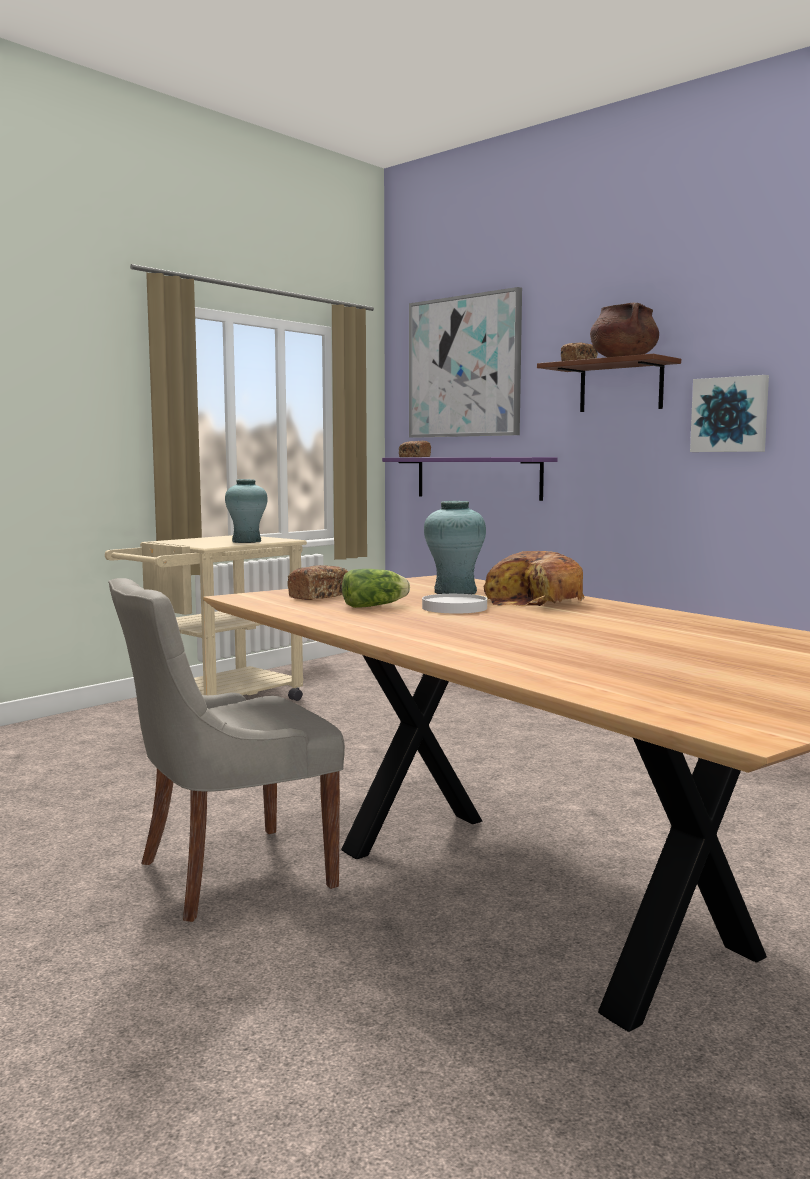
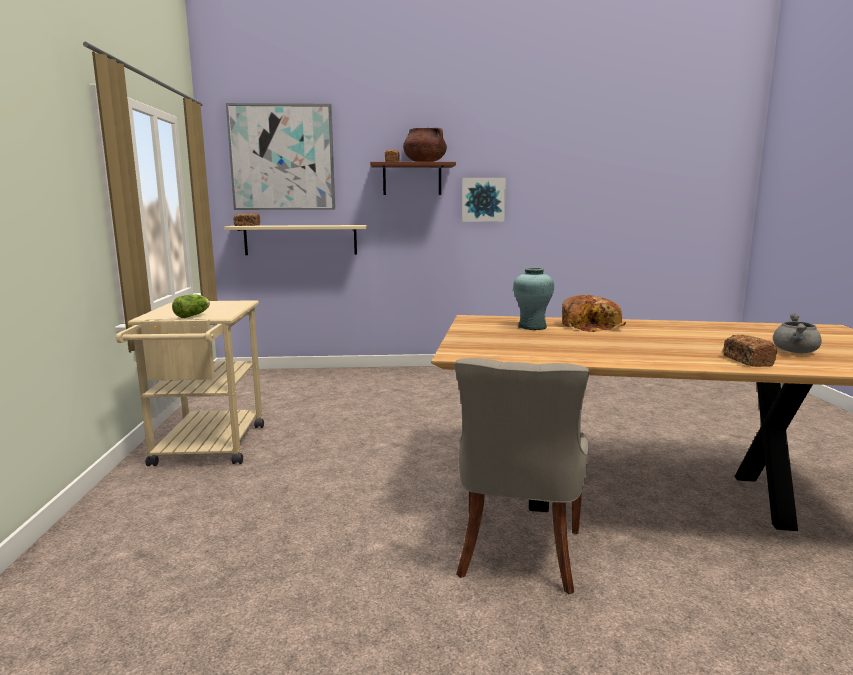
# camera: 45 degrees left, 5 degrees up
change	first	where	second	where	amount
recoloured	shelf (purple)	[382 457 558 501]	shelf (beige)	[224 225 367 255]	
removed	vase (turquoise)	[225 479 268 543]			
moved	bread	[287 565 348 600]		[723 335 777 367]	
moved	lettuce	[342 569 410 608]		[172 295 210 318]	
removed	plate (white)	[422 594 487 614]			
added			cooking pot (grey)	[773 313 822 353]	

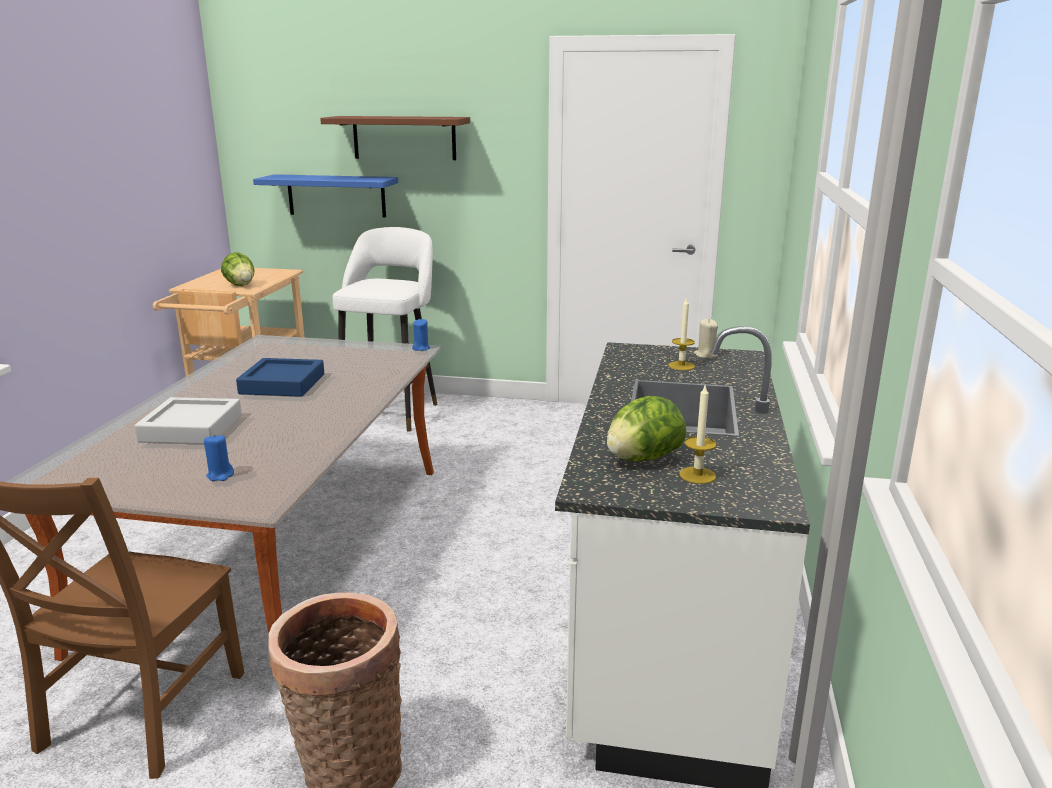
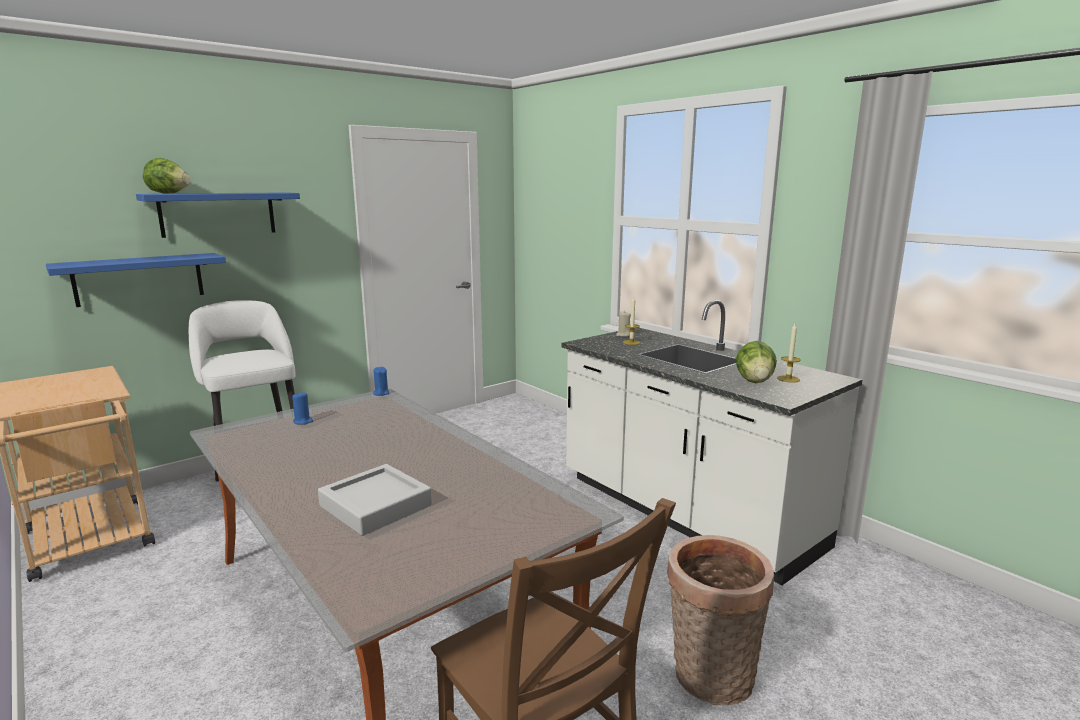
# camera: 50 degrees left, 5 degrees down
change	first	where	second	where	amount
recoloured	shelf (brown)	[320 116 470 160]	shelf (blue)	[136 192 300 238]	
moved	lettuce	[221 252 254 286]		[143 158 190 194]	
removed	tray (blue)	[236 358 324 397]			
moved	candle (blue)	[204 434 234 481]		[292 392 313 425]	

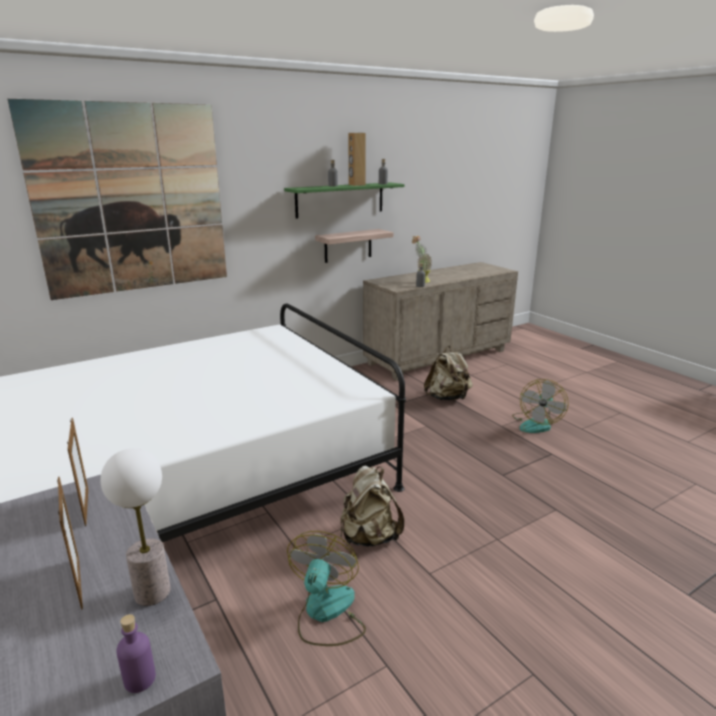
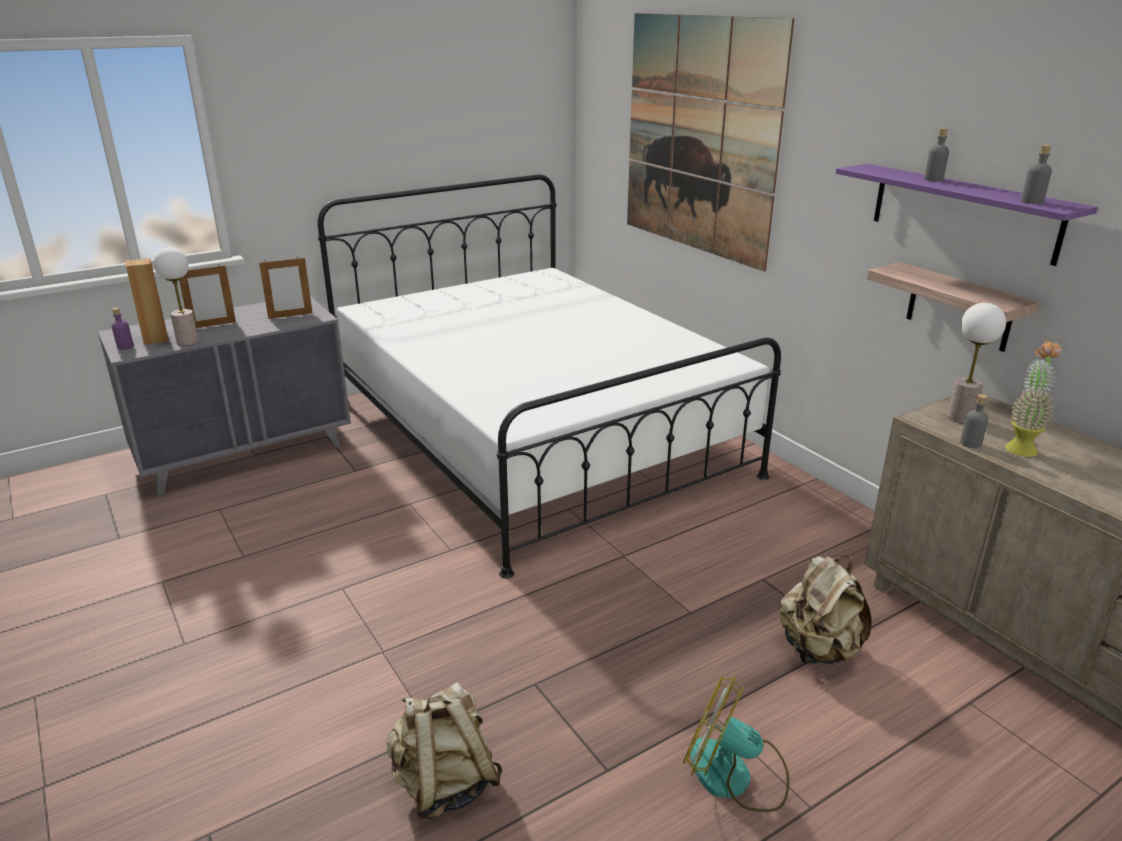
# camera: 90 degrees right, 5 degrees up
change	first	where	second	where	amount
moved	speaker (brown)	[348 133 366 186]		[126 259 168 345]	
recoloured	shelf (green)	[284 183 404 218]	shelf (purple)	[836 164 1098 266]	
moved	backpack (beige)	[340 466 404 547]		[386 682 503 819]	
removed	fan	[287 531 366 646]			
added			table lamp	[947 303 1006 423]	

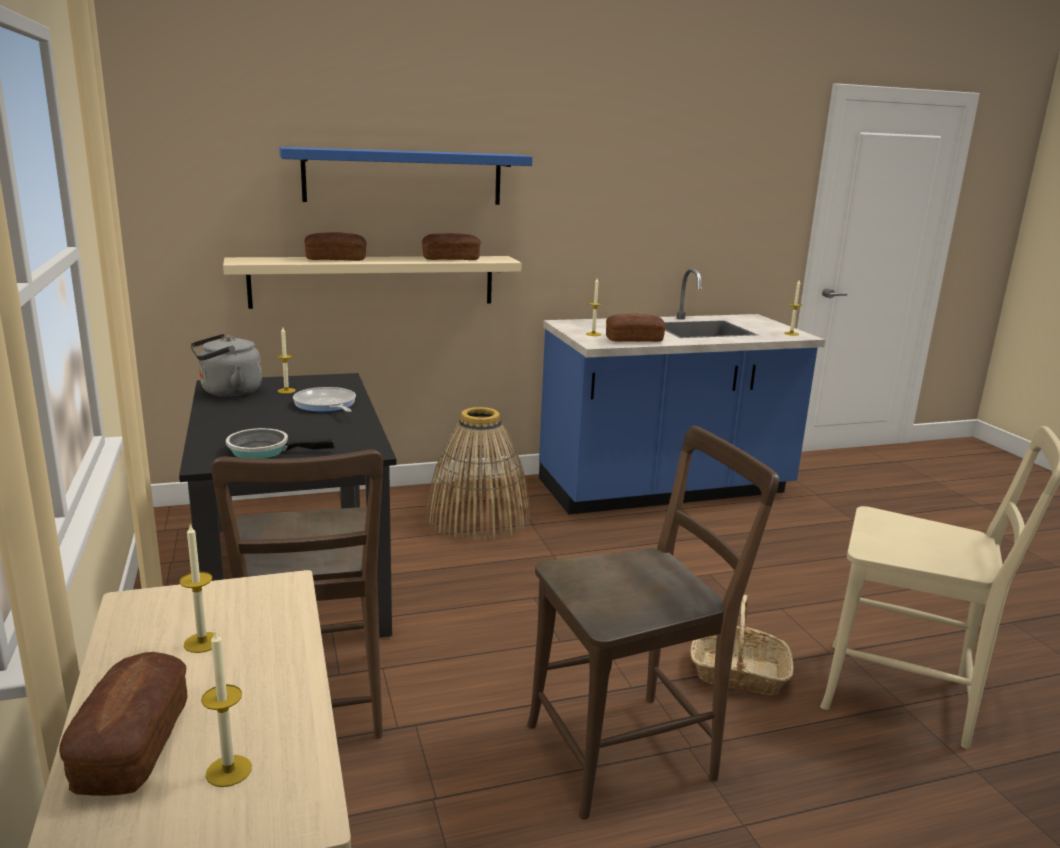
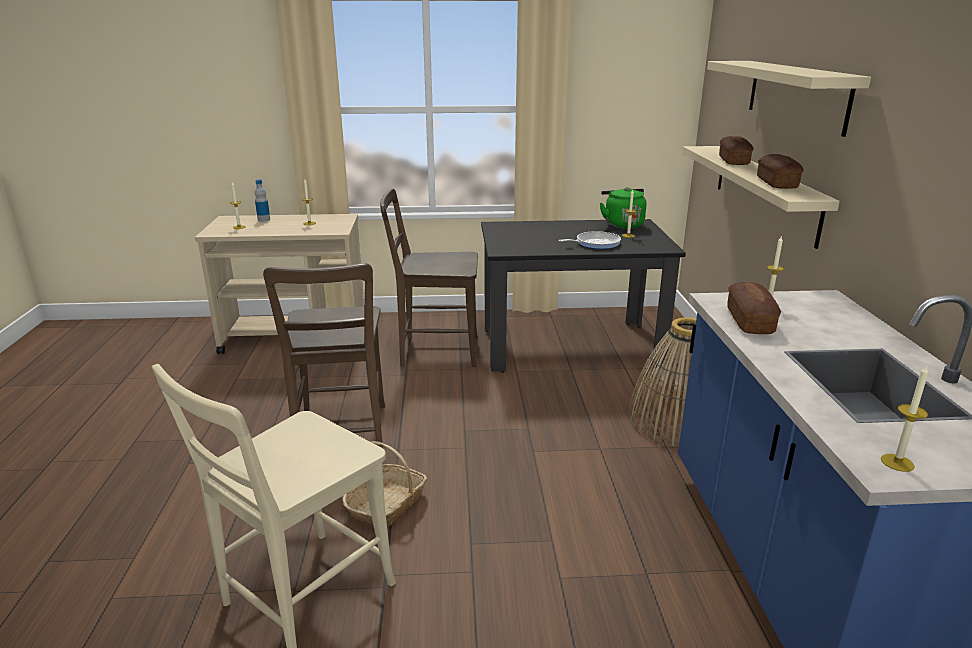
# camera: 105 degrees right, 5 degrees up
change	first	where	second	where	amount
recoloured	shelf (blue)	[279 147 533 205]	shelf (beige)	[707 61 871 137]	
recoloured	kettle (grey)	[190 334 262 397]	kettle (green)	[600 187 647 229]	
removed	frying pan	[226 428 335 459]			
replaced	bread	[59 652 187 796]	bottle	[255 179 270 222]	

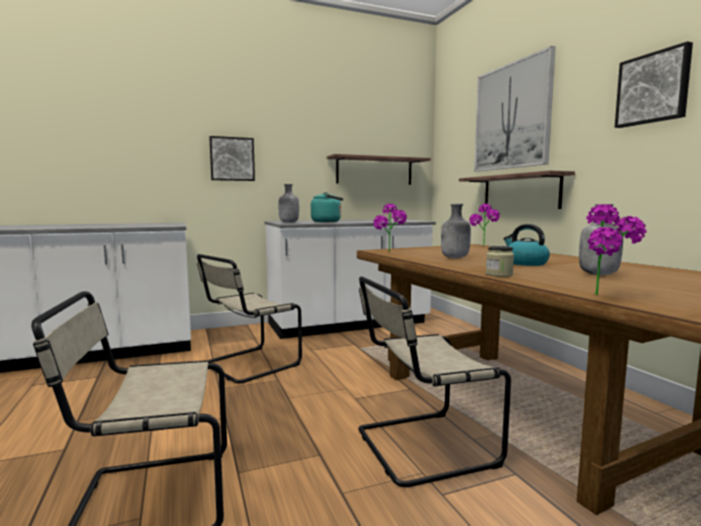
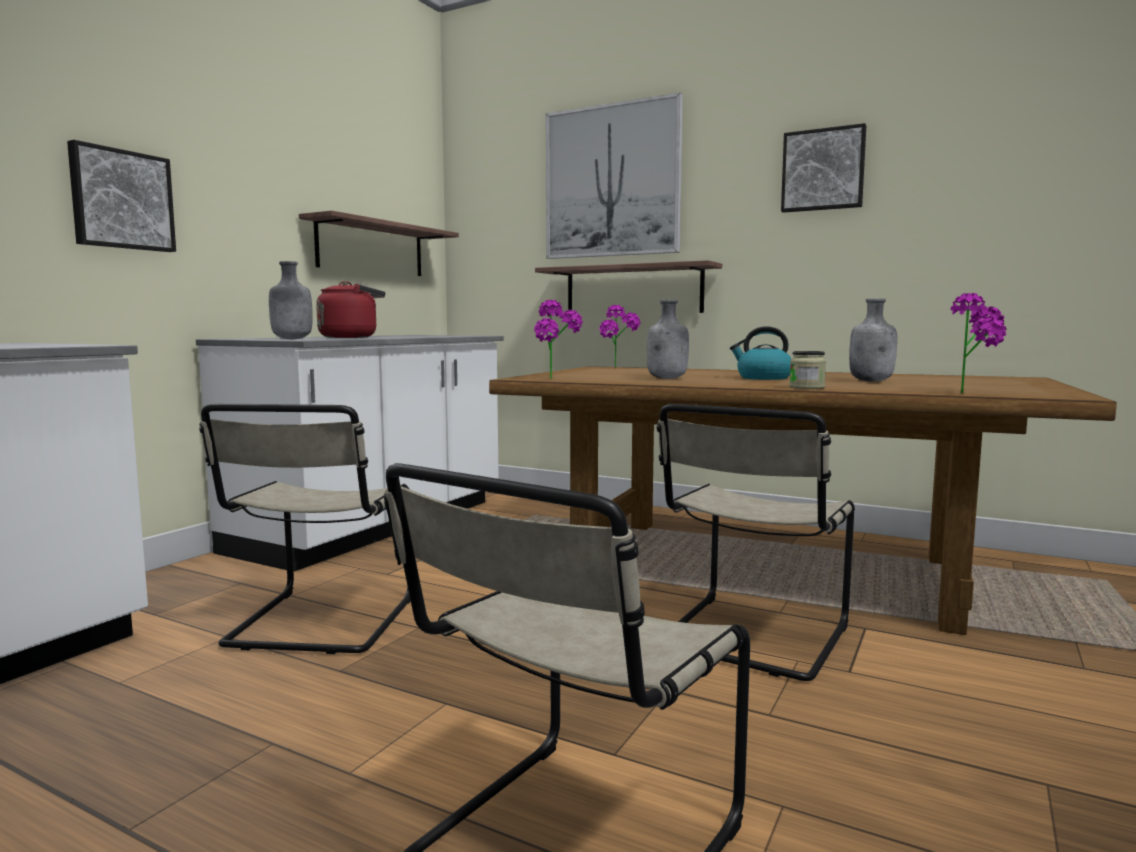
# camera: 40 degrees left, 0 degrees up
change	first	where	second	where	amount
recoloured	kettle (turquoise)	[311 192 344 222]	kettle (red)	[316 281 385 338]	

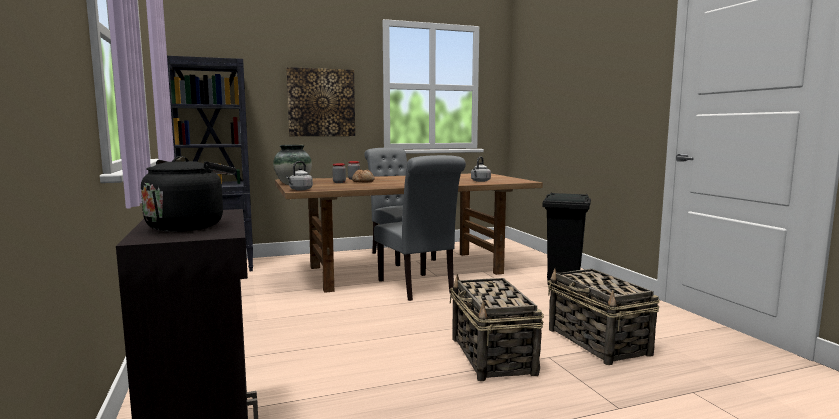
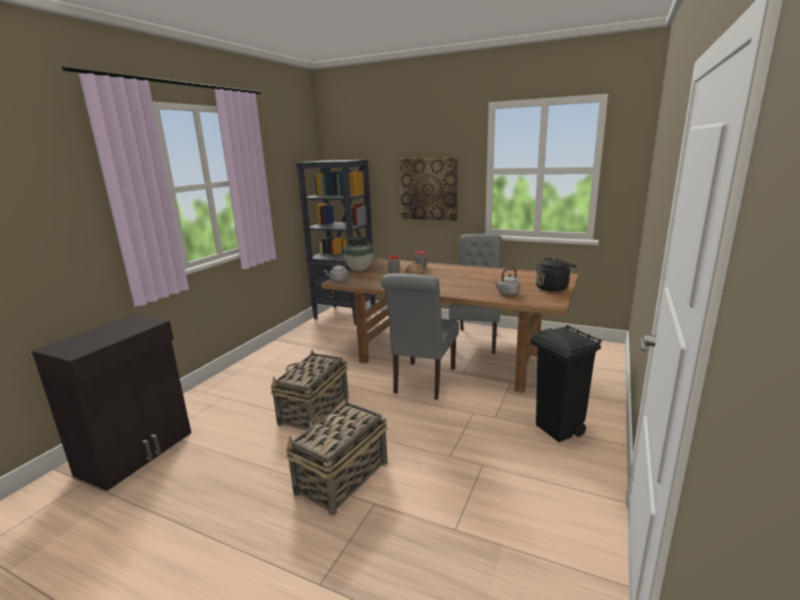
# camera: 45 degrees right, 10 degrees up
change	first	where	second	where	amount
moved	kettle (black)	[141 156 236 232]		[536 257 577 292]	
moved	basket	[548 268 660 365]		[271 350 349 430]	

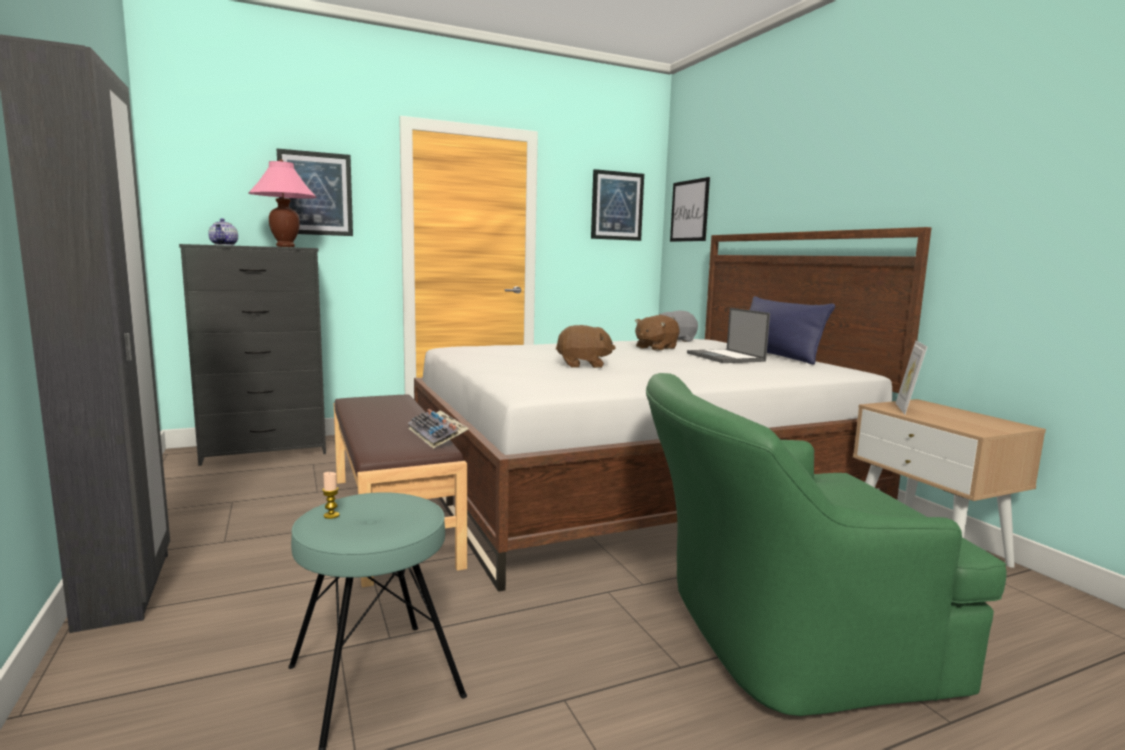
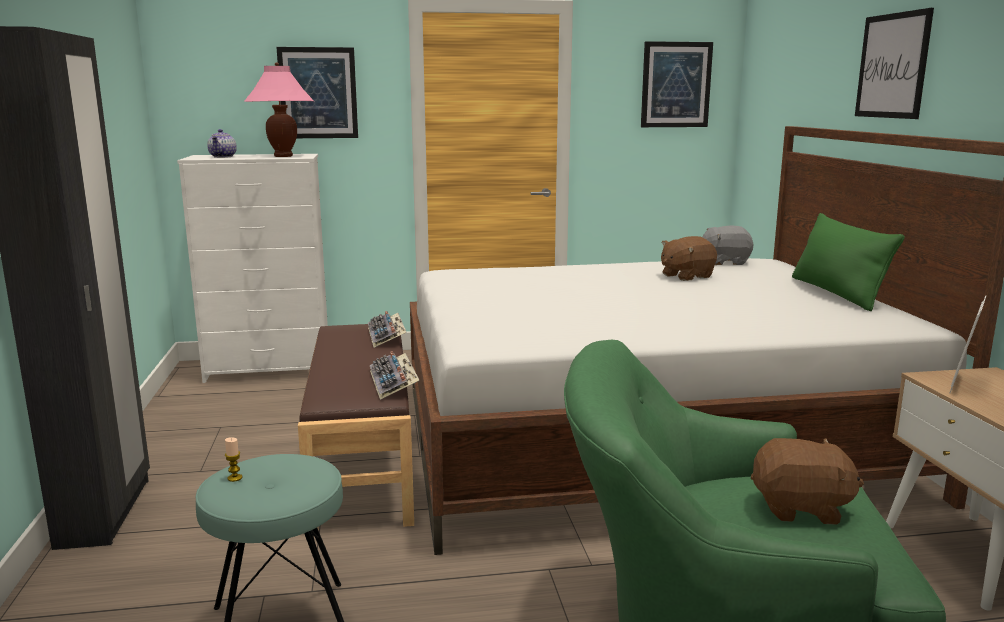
# camera: 15 degrees right, 5 degrees up
change	first	where	second	where	amount
moved	picture	[670 177 710 242]		[855 8 934 119]	
recoloured	dresser (black)	[179 244 326 466]	dresser (white)	[177 154 328 383]	
recoloured	pillow (blue)	[750 296 835 364]	pillow (green)	[792 213 905 311]	
removed	laptop	[687 308 770 363]			
moved	plush toy (brown)	[556 325 616 368]		[751 438 864 525]	
added			keyboard	[368 311 406 348]	

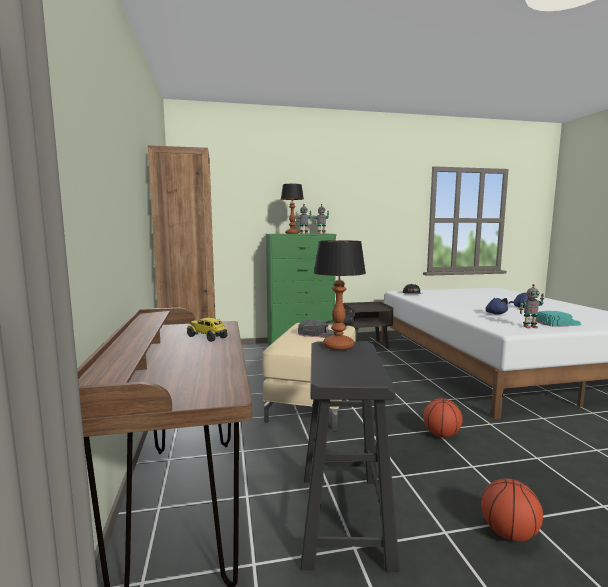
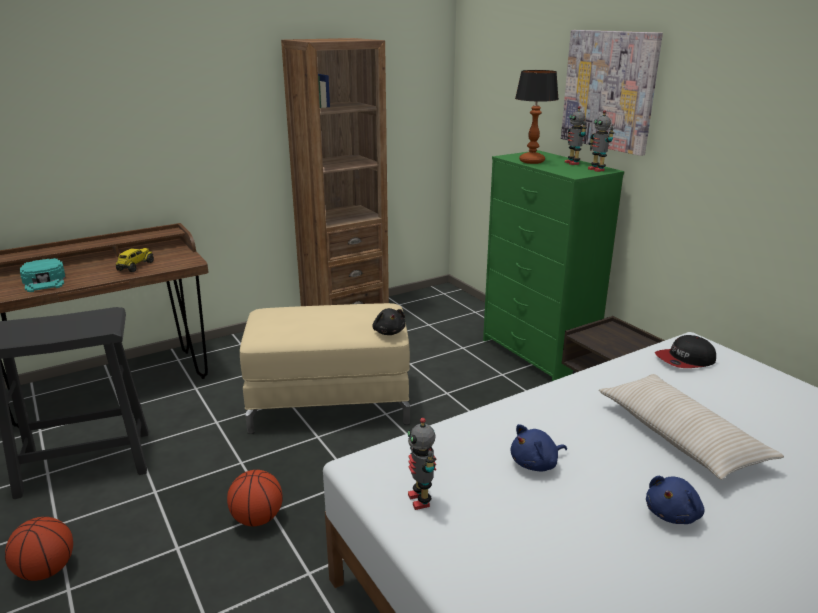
# camera: 70 degrees right, 15 degrees up
change	first	where	second	where	amount
removed	table lamp	[313 240 366 350]			
moved	cap (turquoise)	[536 311 581 327]		[20 258 66 292]	
removed	cap (black)	[298 320 335 338]			
added			picture	[561 30 663 156]	
added			pillow (beige)	[599 374 784 480]	

